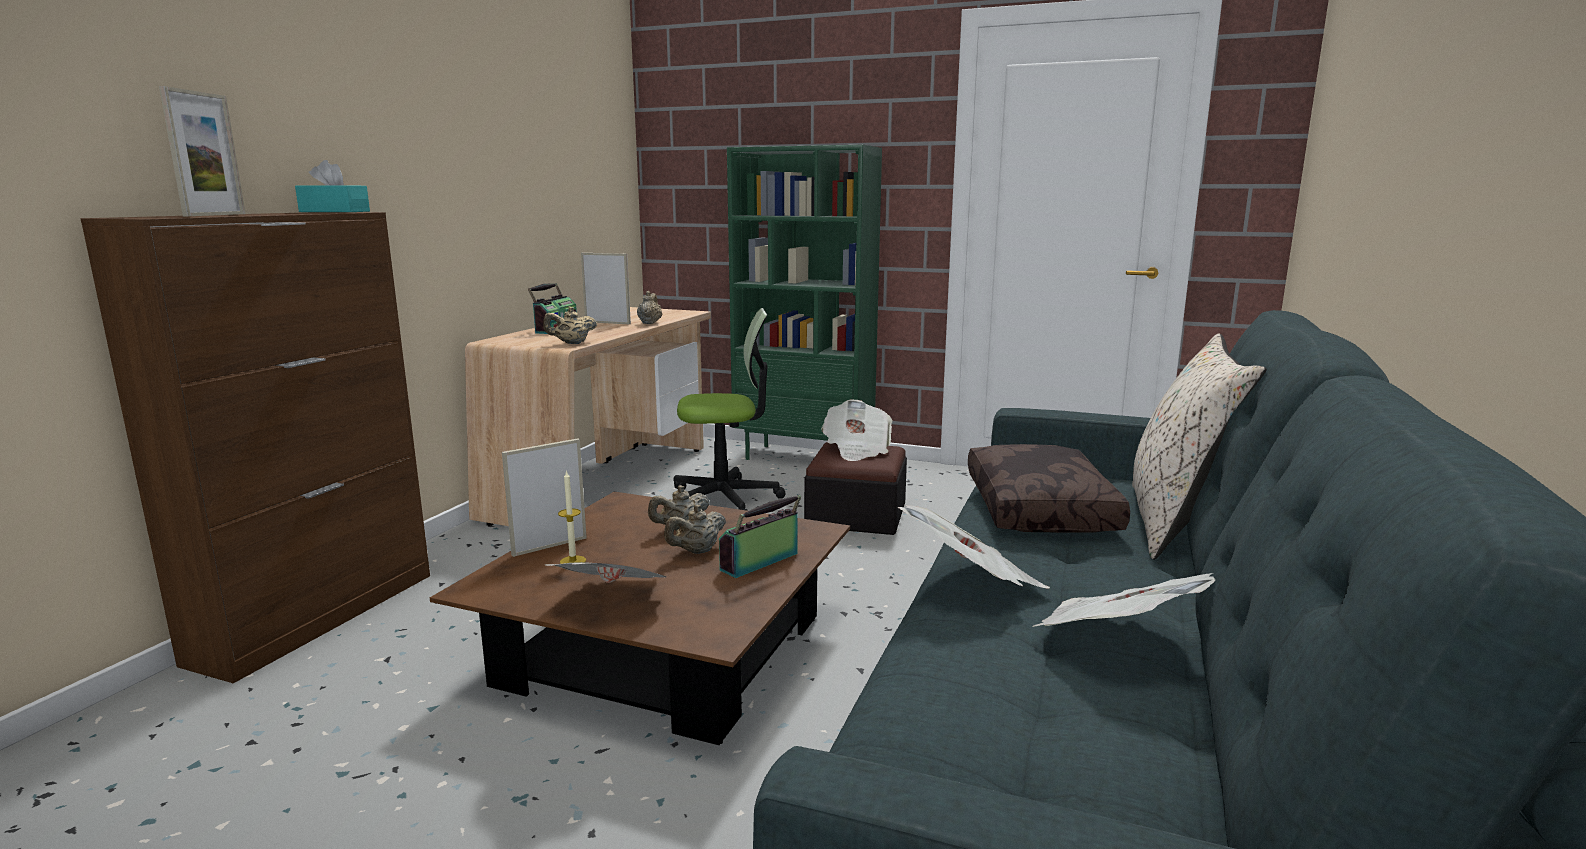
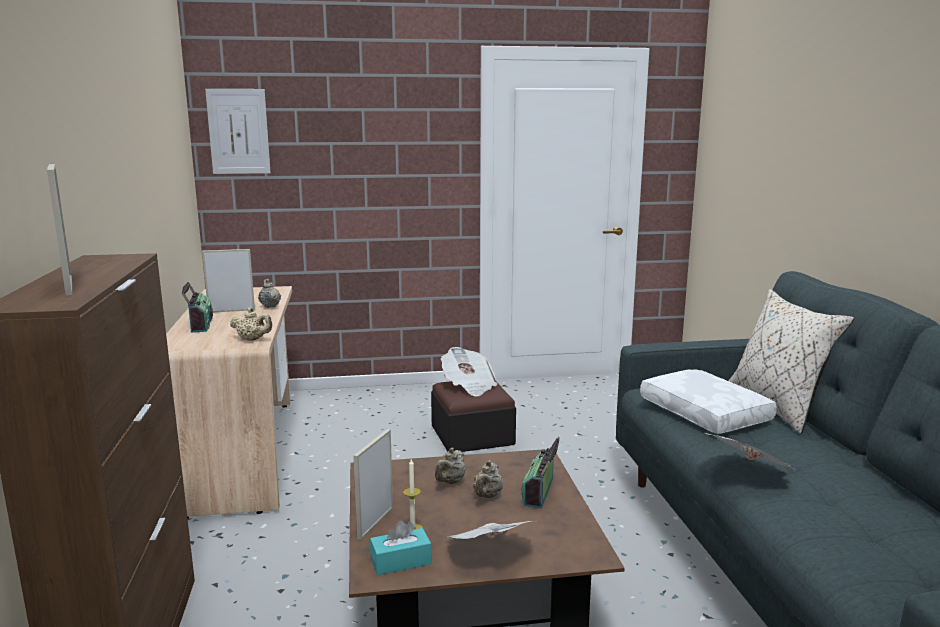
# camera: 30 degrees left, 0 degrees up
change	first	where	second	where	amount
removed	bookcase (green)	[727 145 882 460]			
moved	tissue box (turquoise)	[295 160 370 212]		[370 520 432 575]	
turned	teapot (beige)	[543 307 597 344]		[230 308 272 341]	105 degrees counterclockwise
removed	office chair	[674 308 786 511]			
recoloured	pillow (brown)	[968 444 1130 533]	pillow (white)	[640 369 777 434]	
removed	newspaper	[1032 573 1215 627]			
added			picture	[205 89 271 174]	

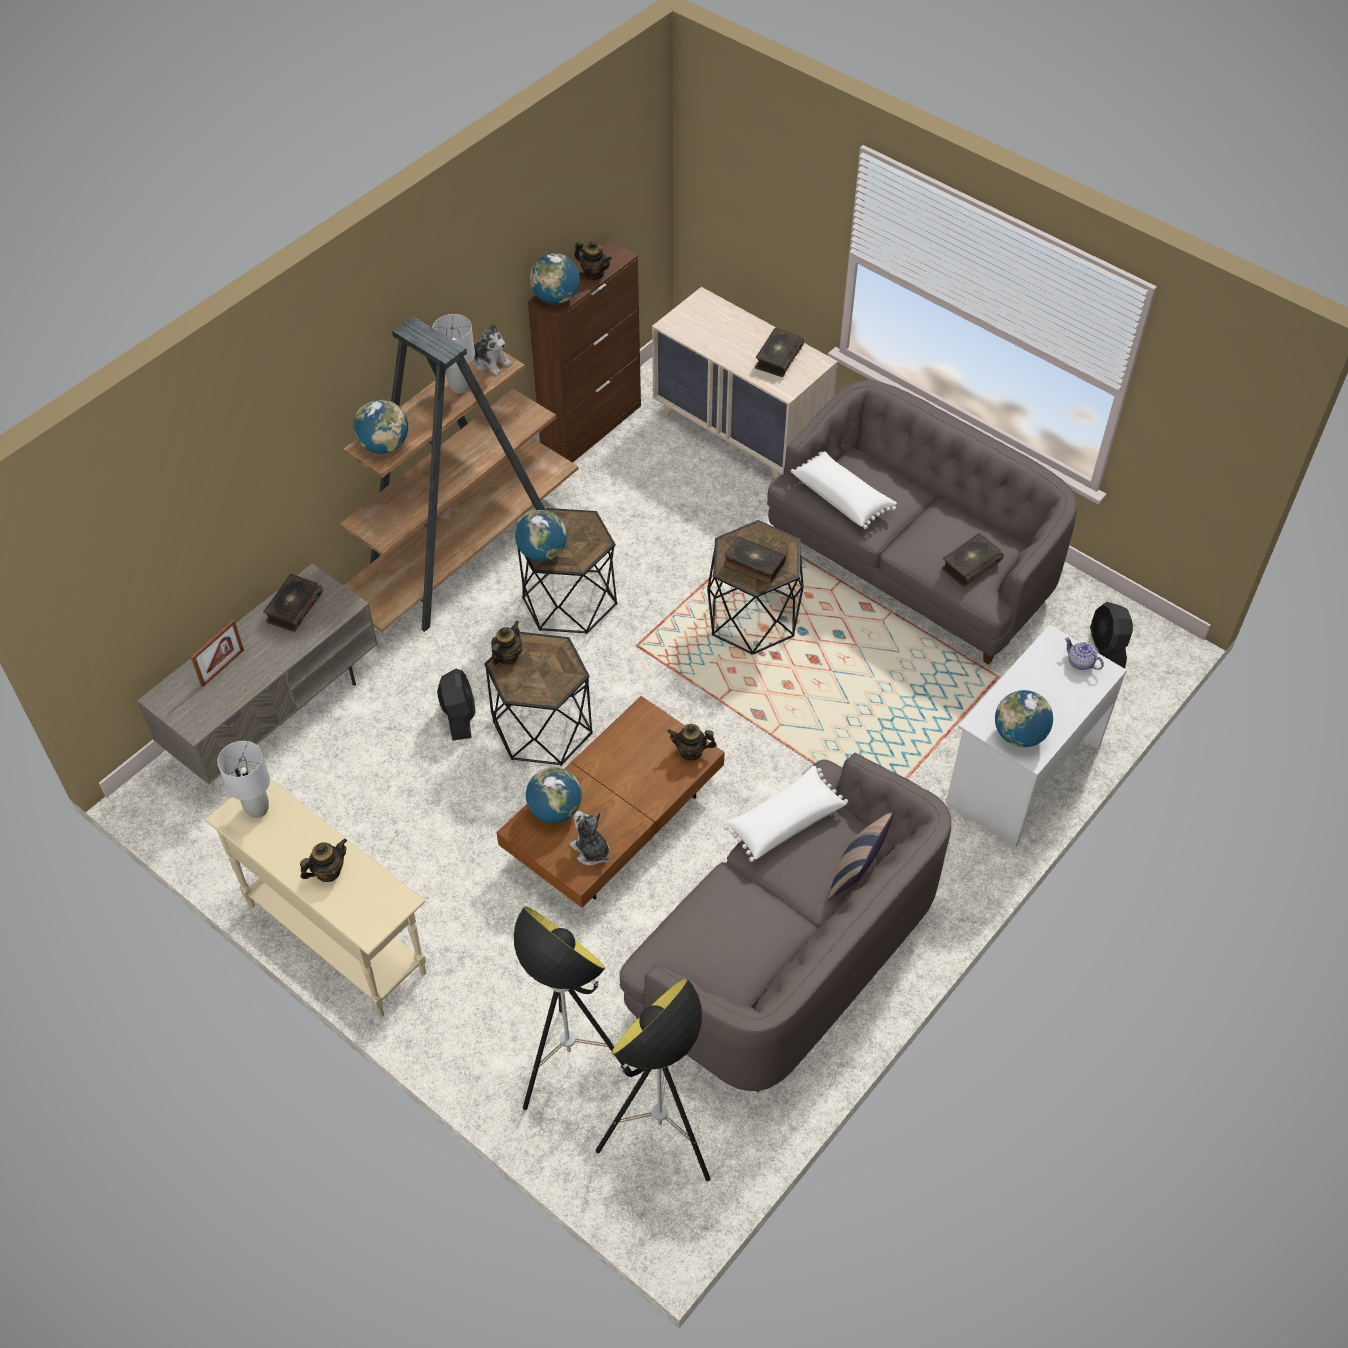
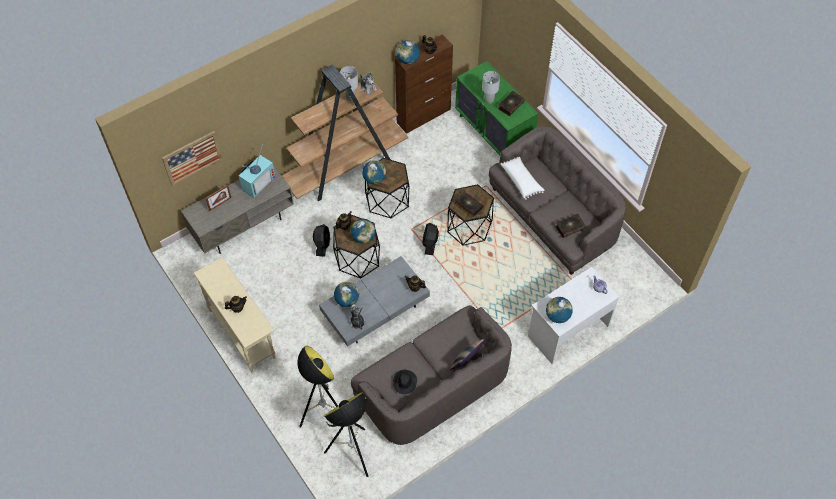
# camera: 15 degrees right, 5 degrees up
change	first	where	second	where	amount
recoloured	dresser (beige)	[652 287 838 479]	dresser (green)	[455 61 539 155]	
moved	globe	[353 399 408 454]		[351 219 375 243]	
replaced	book	[263 574 323 632]	television	[239 144 275 198]	
moved	fan (black)	[1090 602 1133 669]		[422 223 439 255]	
recoloured	coffee table (brown)	[496 696 725 908]	coffee table (grey)	[319 256 430 347]	
moved	table lamp (grey)	[217 741 270 818]		[482 71 500 104]	
removed	pillow (white)	[723 766 848 862]			
added			picture	[162 131 222 186]	
added			hat (black)	[393 370 417 394]	

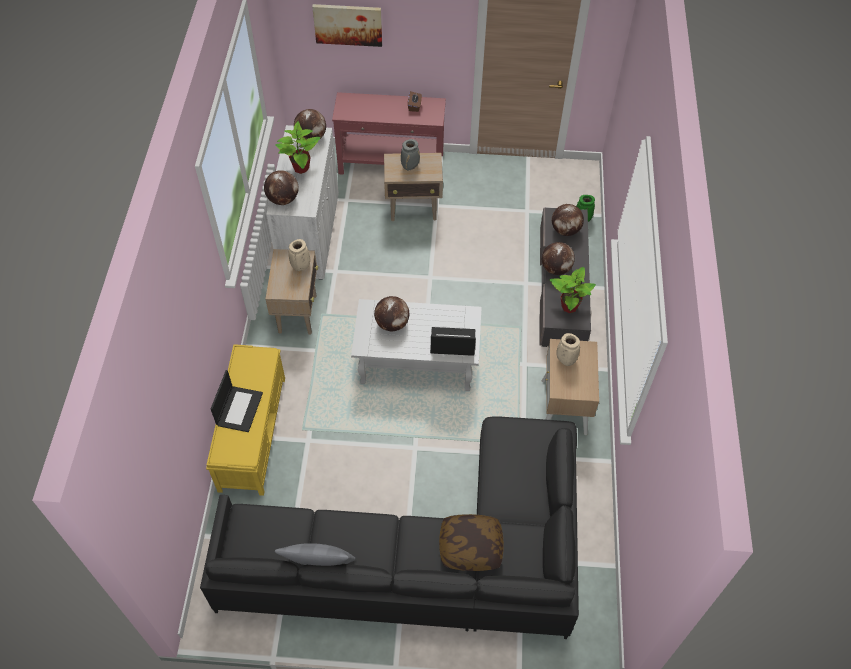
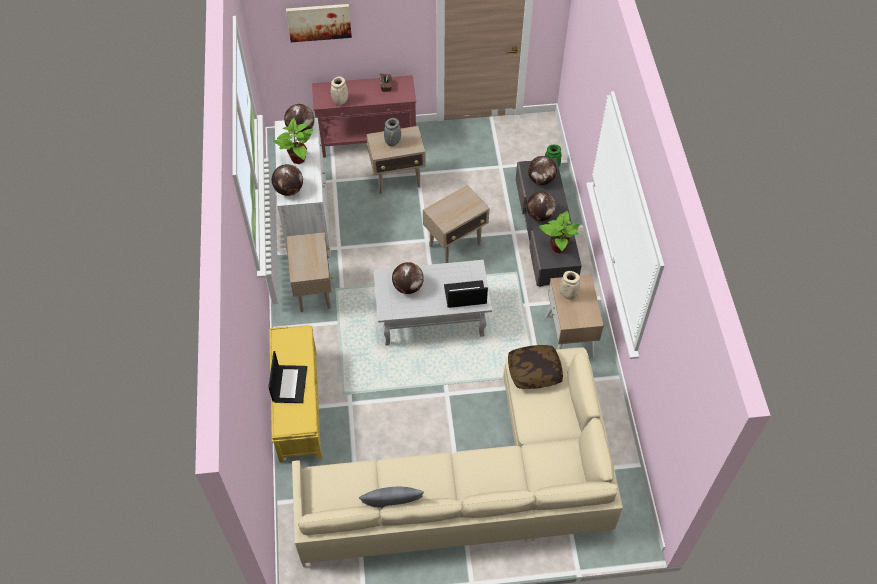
# camera: 10 degrees left, 0 degrees up
change	first	where	second	where	amount
moved	vase (beige)	[289 239 310 271]		[331 77 348 105]	
recoloured	sofa (black)	[200 416 579 639]	sofa (beige)	[292 347 623 567]	
moved	pillow	[439 514 504 571]		[508 345 563 389]	
added			side table (beige)	[423 185 490 263]	

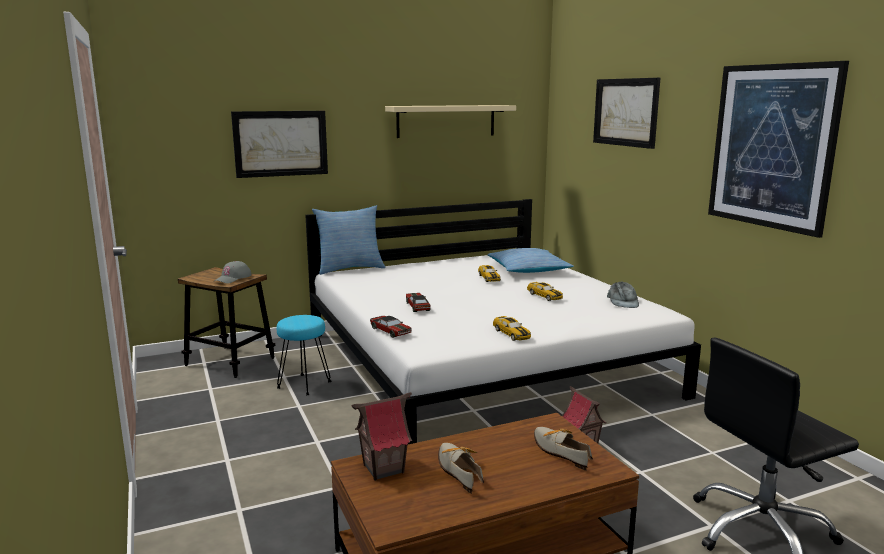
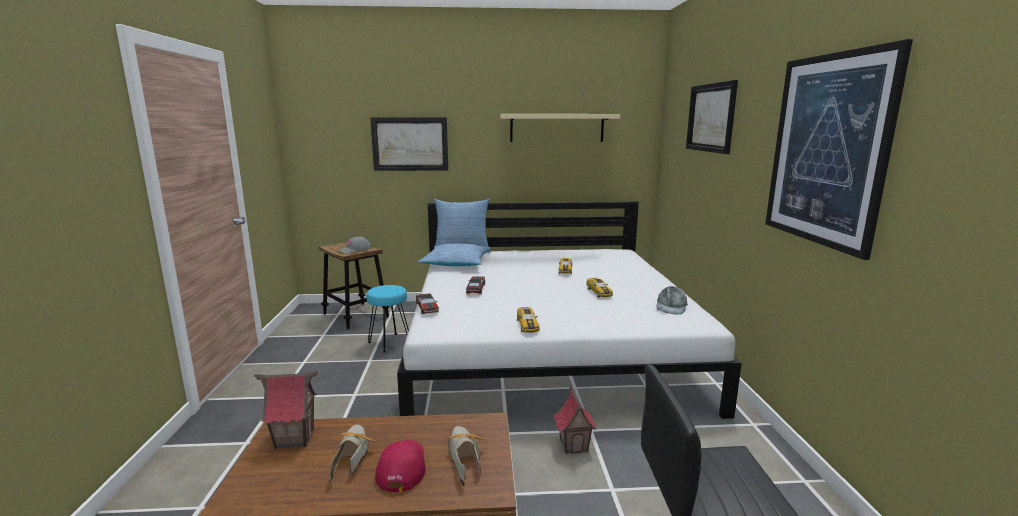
# camera: 20 degrees right, 0 degrees up
change	first	where	second	where	amount
moved	pillow	[487 248 574 273]		[418 243 491 266]	
added			cap (red)	[375 440 426 492]	

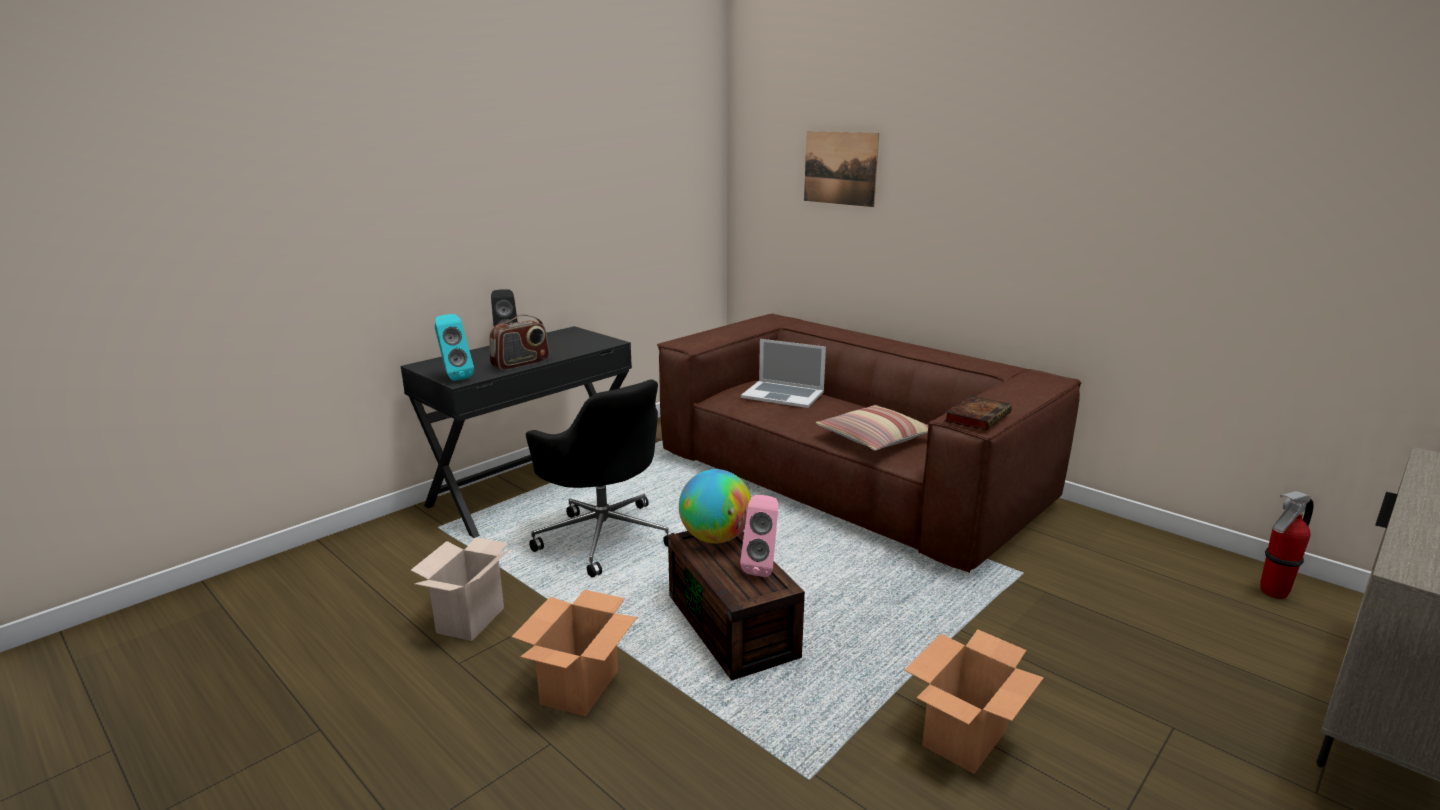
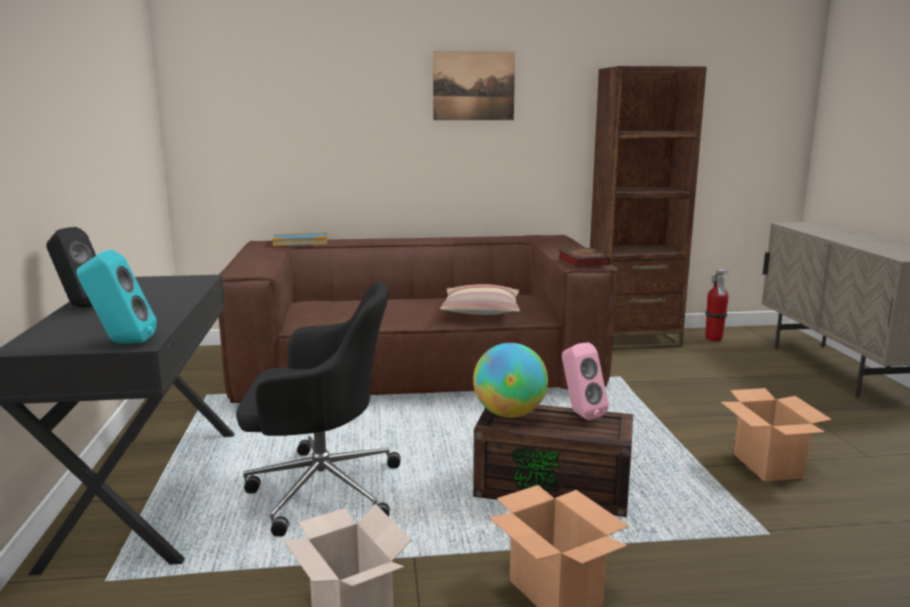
# camera: 50 degrees left, 5 degrees down
change	first	where	second	where	amount
moved	picture	[804 131 879 207]		[433 51 515 120]	
removed	radio	[489 314 550 370]			
removed	laptop	[741 339 826 408]			
added			bookcase (brown)	[590 66 707 350]	
added			book	[272 232 327 246]	

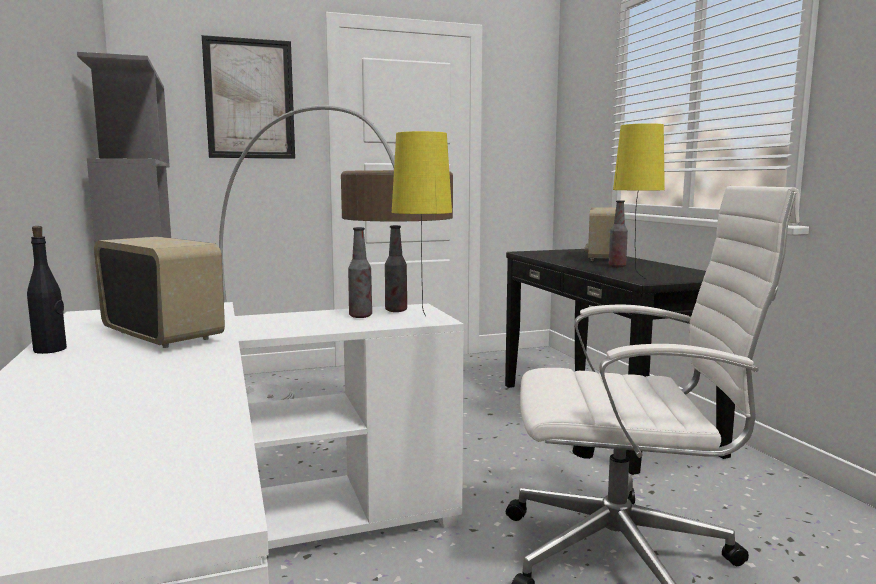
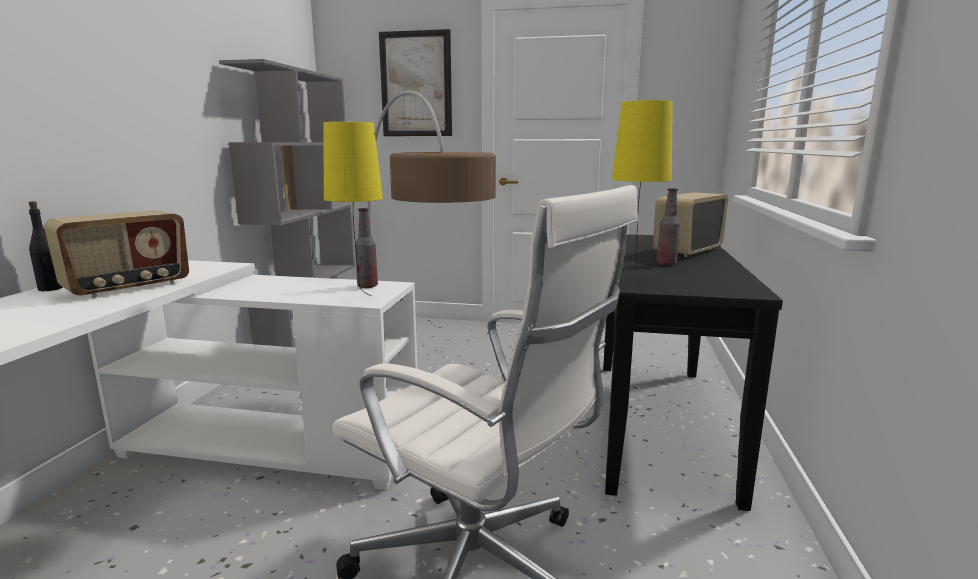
# camera: 30 degrees right, 5 degrees up
change	first	where	second	where	amount
removed	bottle	[348 227 372 318]			
turned	radio	[94 237 225 348]		[44 210 189 298]	60 degrees clockwise

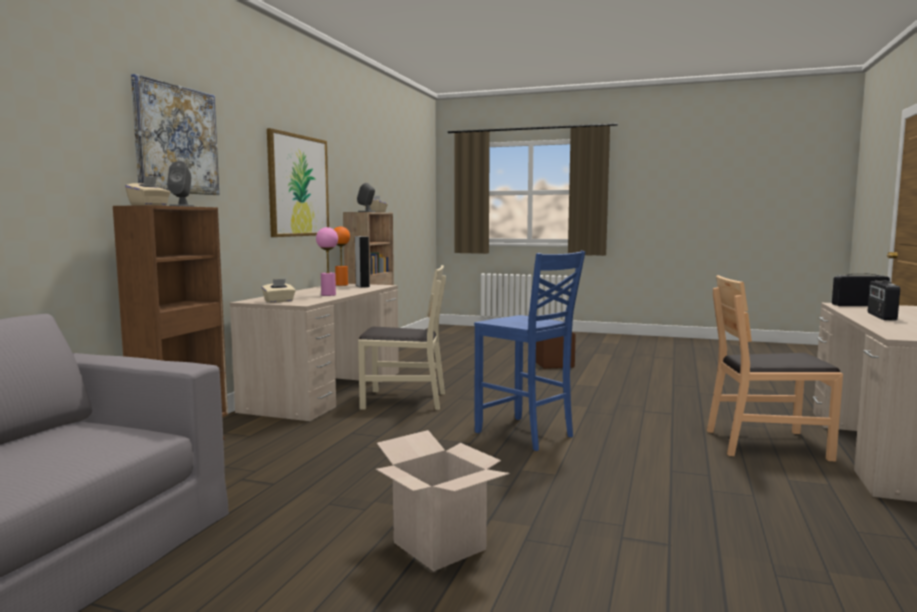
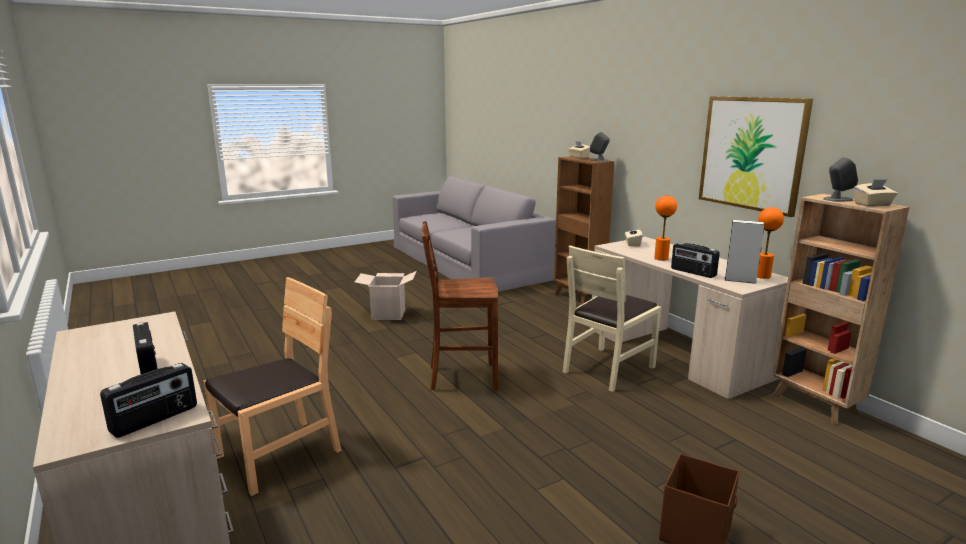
# camera: 130 degrees right, 10 degrees up
change	first	where	second	where	amount
removed	picture	[131 74 219 195]			
recoloured	table lamp (pink)	[316 227 338 296]	table lamp (orange)	[654 195 677 261]	
recoloured	chair (blue)	[474 251 585 451]	chair (brown)	[421 221 498 390]	
added			radio	[671 243 720 278]	

